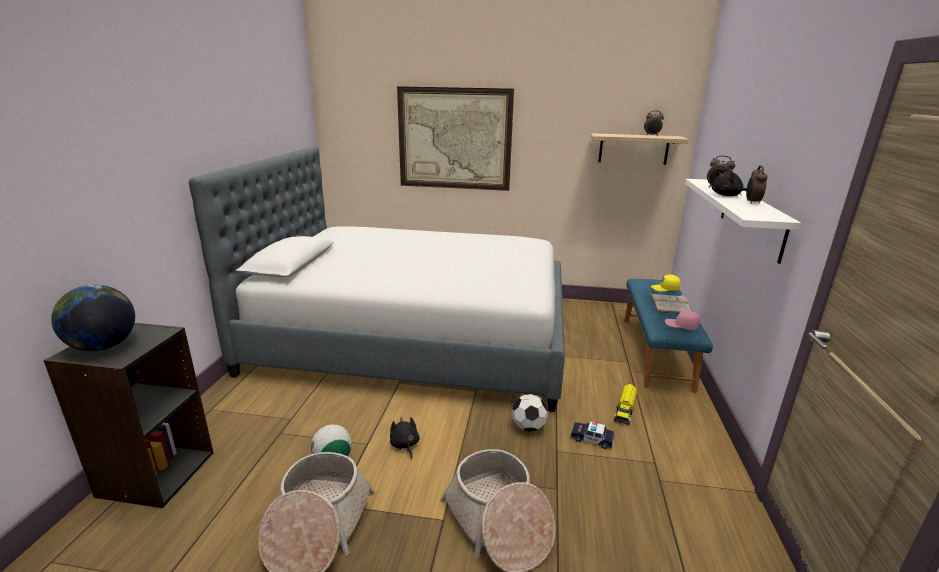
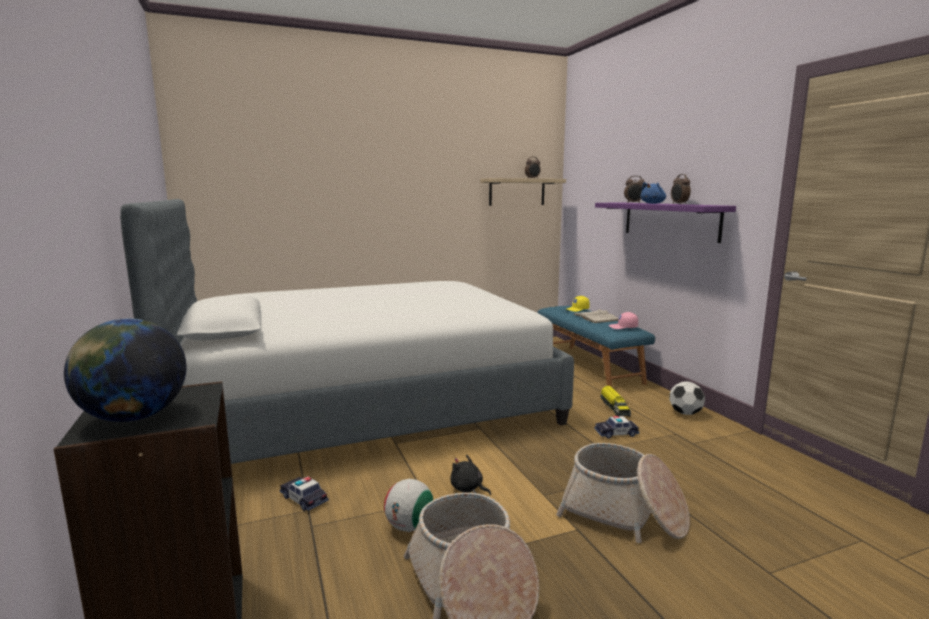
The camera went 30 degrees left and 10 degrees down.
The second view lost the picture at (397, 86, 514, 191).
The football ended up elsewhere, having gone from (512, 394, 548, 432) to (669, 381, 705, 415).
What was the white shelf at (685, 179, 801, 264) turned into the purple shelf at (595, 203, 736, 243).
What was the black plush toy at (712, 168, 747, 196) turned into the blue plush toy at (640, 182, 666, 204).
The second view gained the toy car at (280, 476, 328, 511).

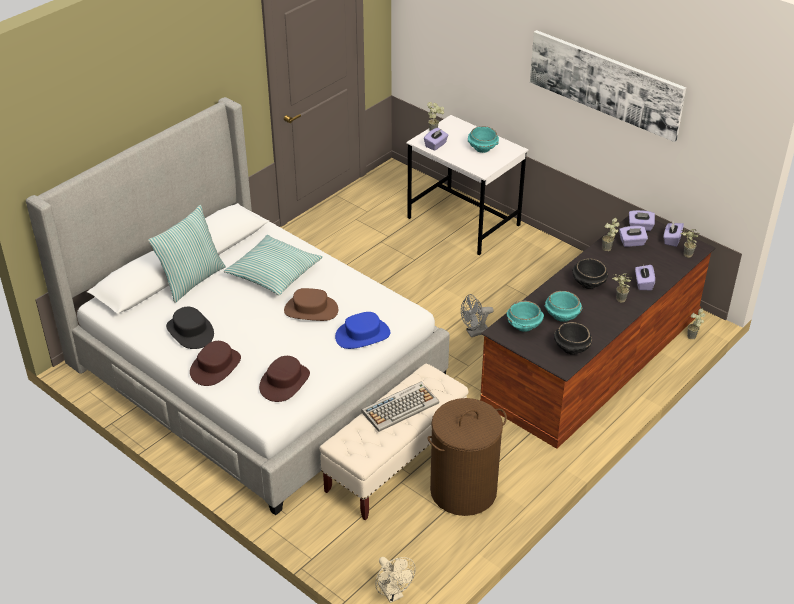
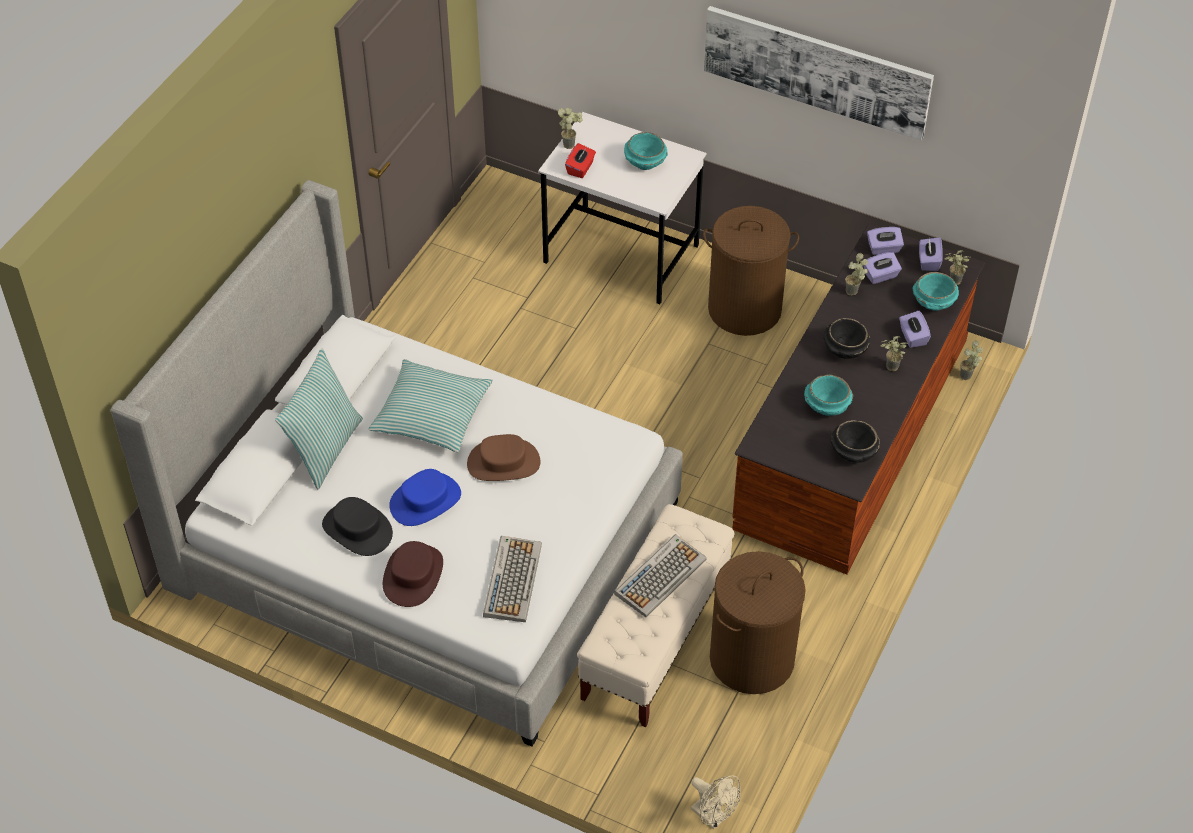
The camera went 15 degrees left and 10 degrees up.
Where the brown hat stood at (259, 356, 310, 402), the keyboard came to stand at (483, 536, 542, 622).
The blue hat ended up elsewhere, having gone from (335, 312, 390, 349) to (389, 469, 461, 526).
What was the purple tissue box at (424, 128, 449, 151) turned into the red tissue box at (565, 143, 596, 178).
The second view lost the grey fan at (461, 294, 494, 337).
The turquoise bowl ended up elsewhere, having gone from (506, 301, 544, 332) to (913, 272, 959, 311).
The second view gained the brown laundry basket at (703, 206, 799, 336).

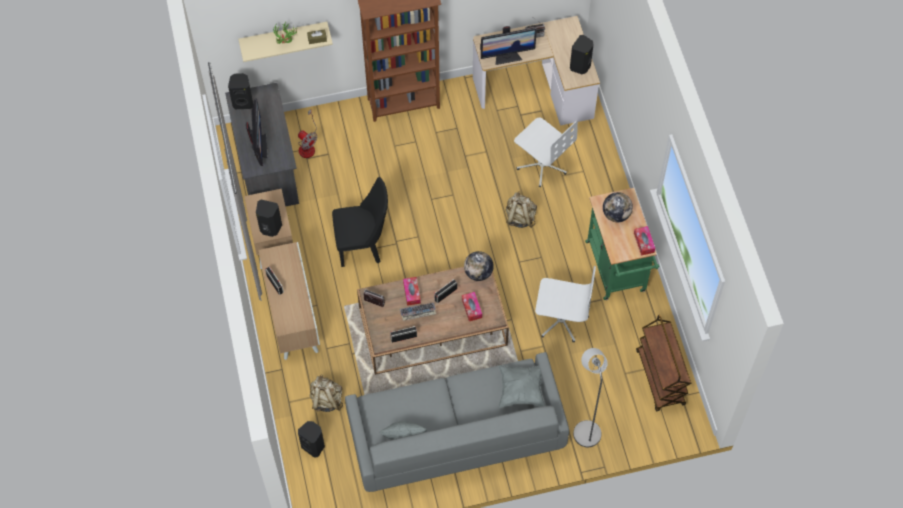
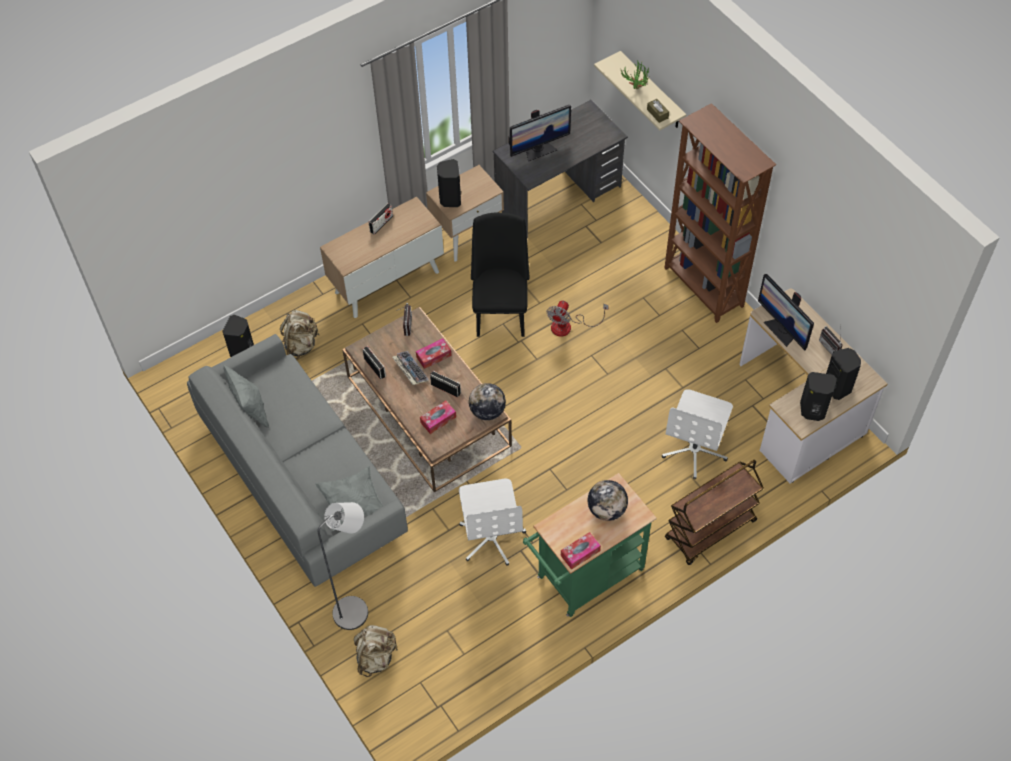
The camera went 70 degrees right and 5 degrees down.
The black speaker ended up elsewhere, having gone from (228, 73, 253, 109) to (826, 348, 861, 400).
The fan ended up elsewhere, having gone from (298, 109, 317, 158) to (547, 301, 609, 336).
The black chair at (332, 177, 388, 267) ended up facing another way, 150 degrees counterclockwise from before.
The beige backpack ended up elsewhere, having gone from (505, 192, 537, 228) to (354, 625, 397, 677).
The brown cart ended up elsewhere, having gone from (636, 315, 691, 411) to (665, 460, 764, 565).

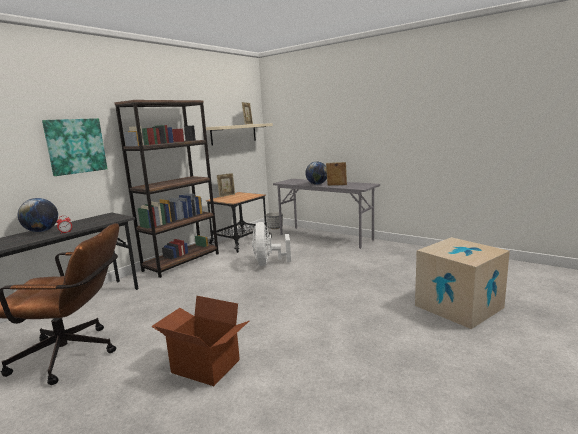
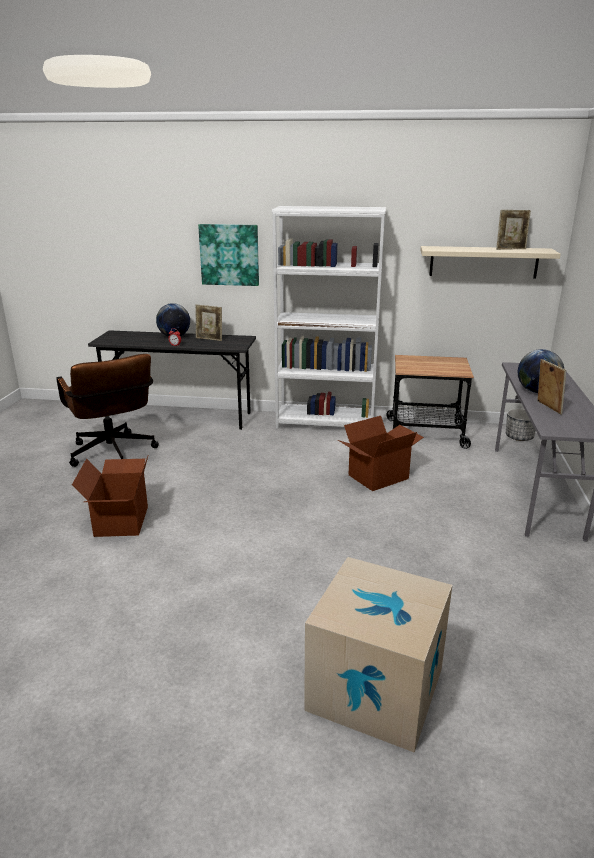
The camera went 60 degrees right and 10 degrees up.
What was the brown bookcase at (114, 100, 219, 278) turned into the white bookcase at (272, 206, 386, 429).
The picture frame ended up elsewhere, having gone from (217, 173, 235, 197) to (196, 304, 222, 341).
Where the white fan stood at (252, 222, 291, 266), the cardboard box came to stand at (338, 416, 424, 491).

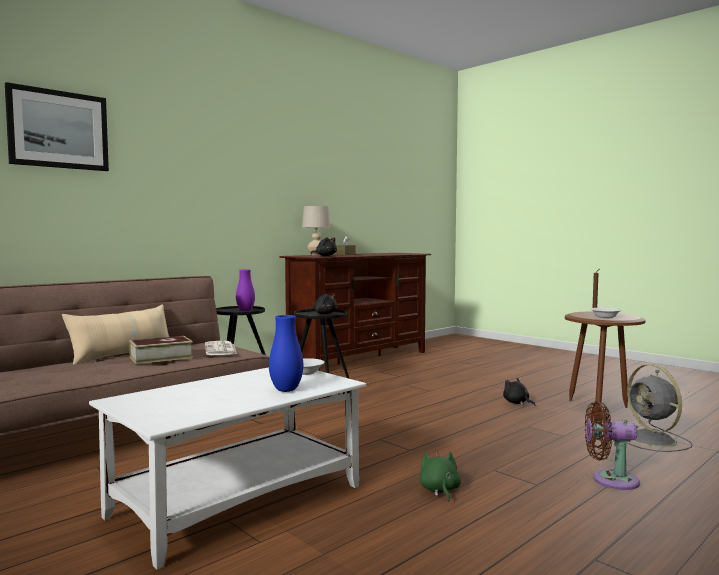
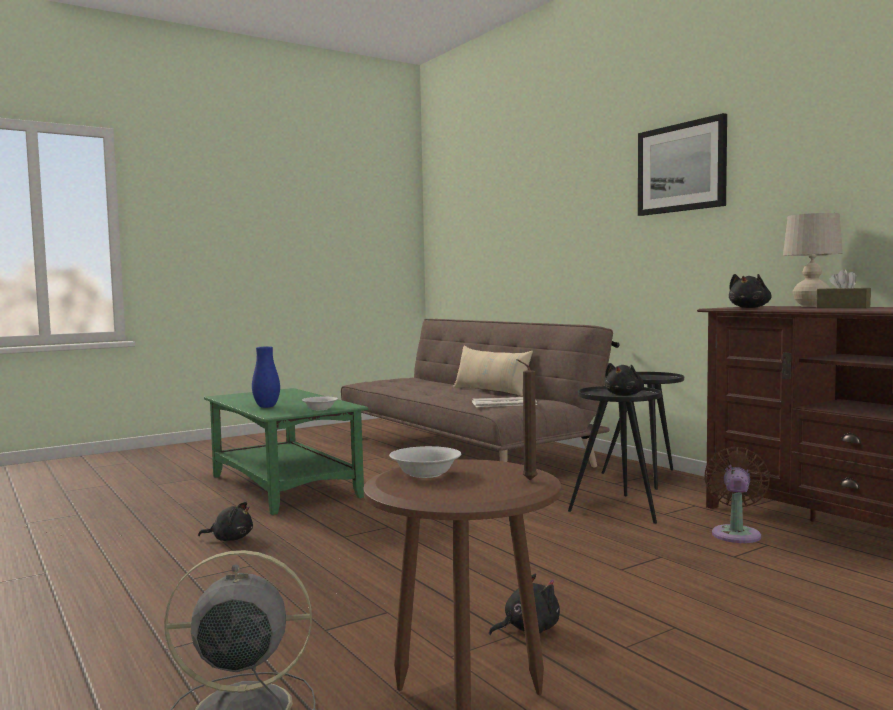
The camera went 100 degrees right and 0 degrees up.
The picture ended up elsewhere, having gone from (5, 82, 109, 171) to (638, 113, 727, 216).
What was the white coffee table at (89, 367, 367, 570) turned into the green coffee table at (204, 388, 368, 515).
The second view lost the book at (129, 336, 193, 364).
The second view lost the purple vase at (236, 269, 255, 311).
What was the green plush toy at (420, 451, 461, 502) turned into the black plush toy at (198, 502, 253, 541).
The brown fan ended up elsewhere, having gone from (585, 401, 640, 490) to (704, 447, 770, 543).

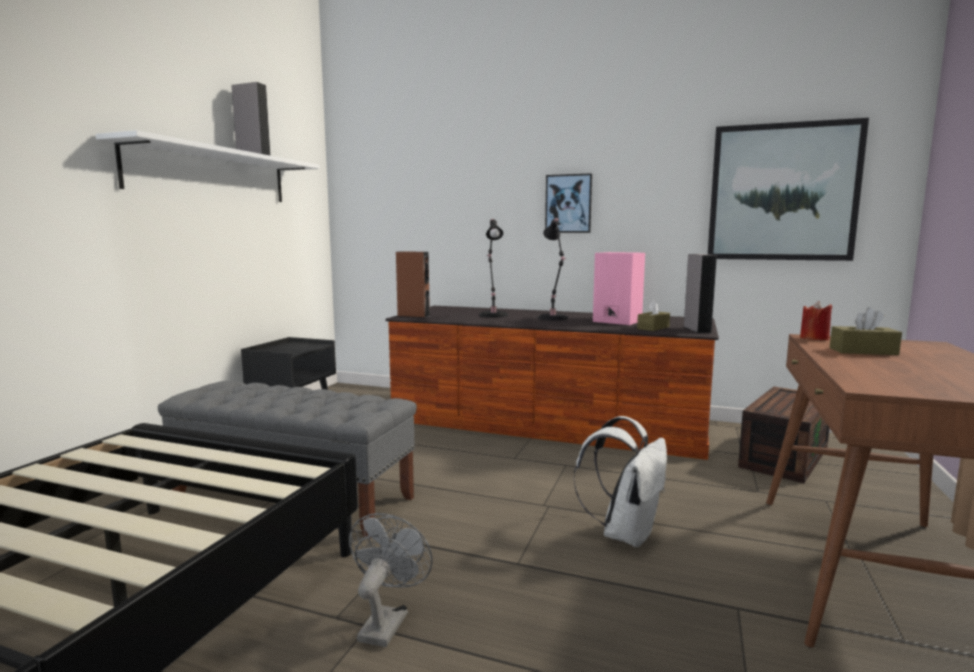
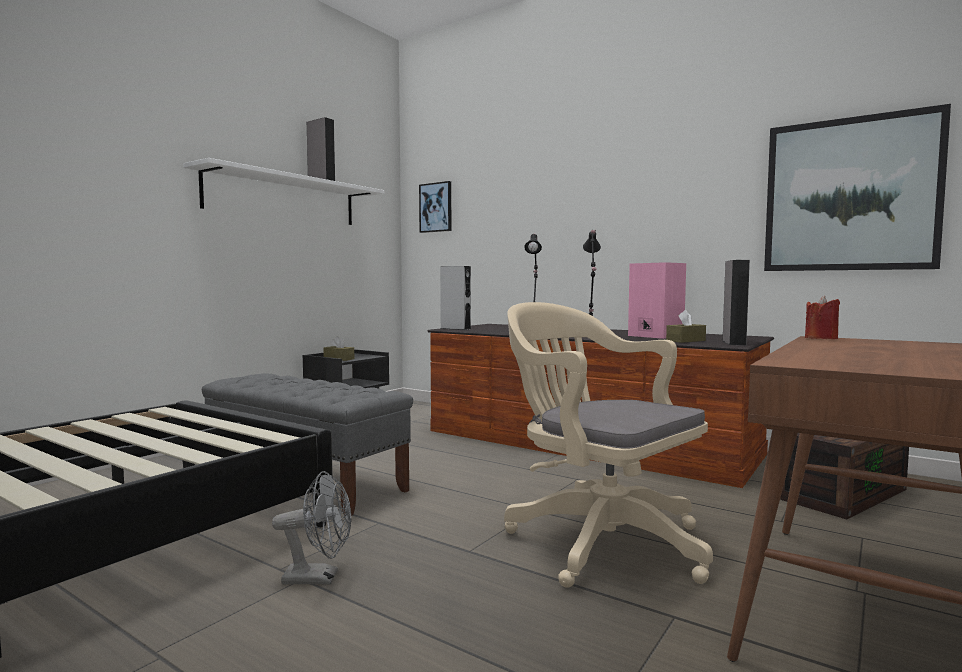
The camera went 15 degrees right and 5 degrees down.
The grey fan at (349, 513, 433, 647) ended up facing another way, 60 degrees clockwise from before.
What was the brown speaker at (396, 251, 430, 318) turned into the grey speaker at (440, 266, 471, 330).
The picture ended up elsewhere, having gone from (545, 173, 592, 233) to (419, 181, 451, 233).
Where the white backpack stood at (573, 416, 667, 547), the beige office chair came to stand at (504, 302, 713, 588).
The brown tissue box ended up elsewhere, having gone from (830, 307, 902, 355) to (323, 336, 354, 361).

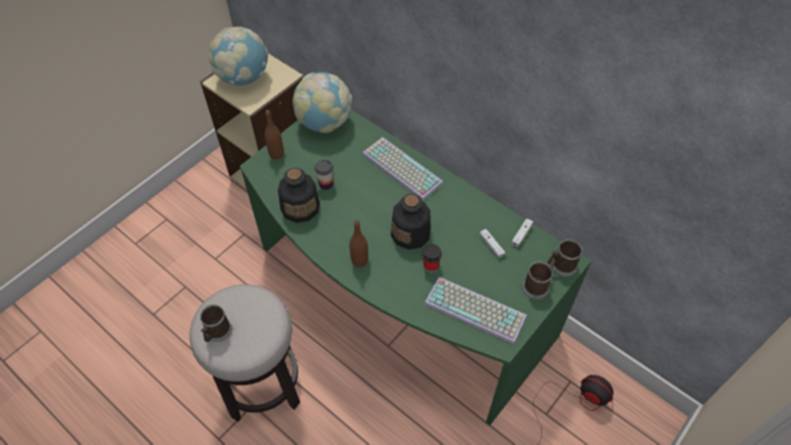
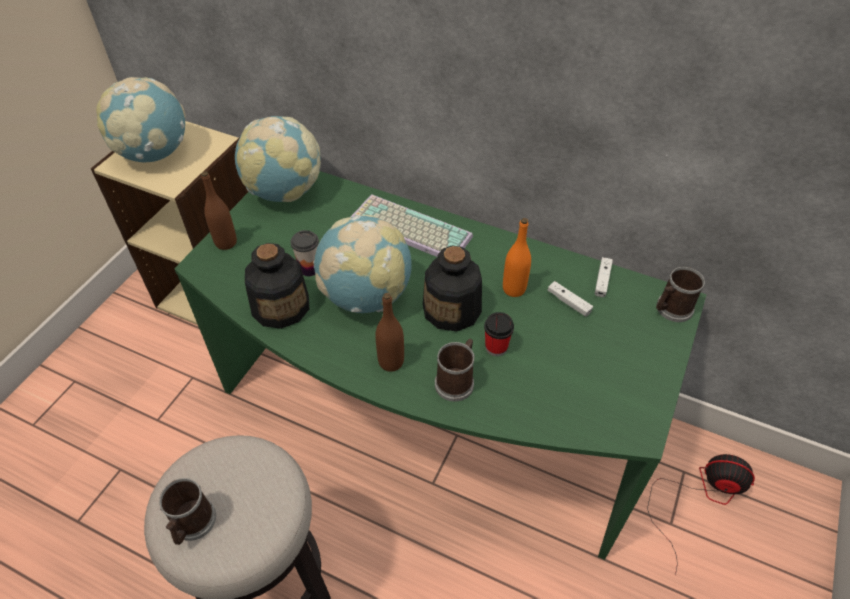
The camera went 15 degrees left and 5 degrees down.
The second view lost the keyboard at (424, 277, 527, 344).
The mug ended up elsewhere, having gone from (523, 261, 554, 299) to (435, 339, 475, 402).
The second view gained the globe at (313, 215, 412, 313).
The second view gained the orange bottle at (503, 218, 531, 297).

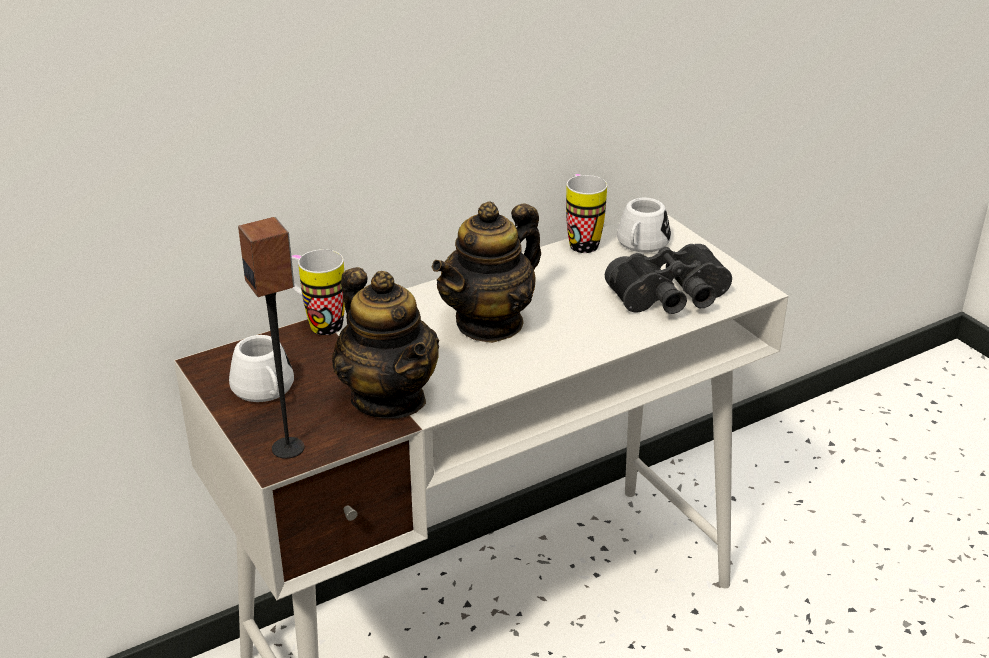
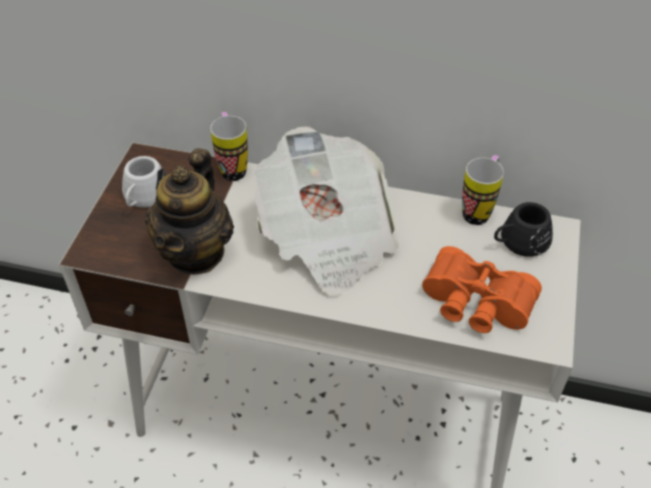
The camera went 45 degrees right and 15 degrees up.
The second view lost the speaker at (238, 217, 305, 459).
Where the teapot stood at (432, 201, 541, 343), the newspaper came to stand at (254, 126, 399, 296).
What was the black binoculars at (605, 244, 732, 314) turned into the orange binoculars at (422, 246, 542, 333).
What was the white mug at (617, 198, 671, 252) turned into the black mug at (494, 202, 553, 257).

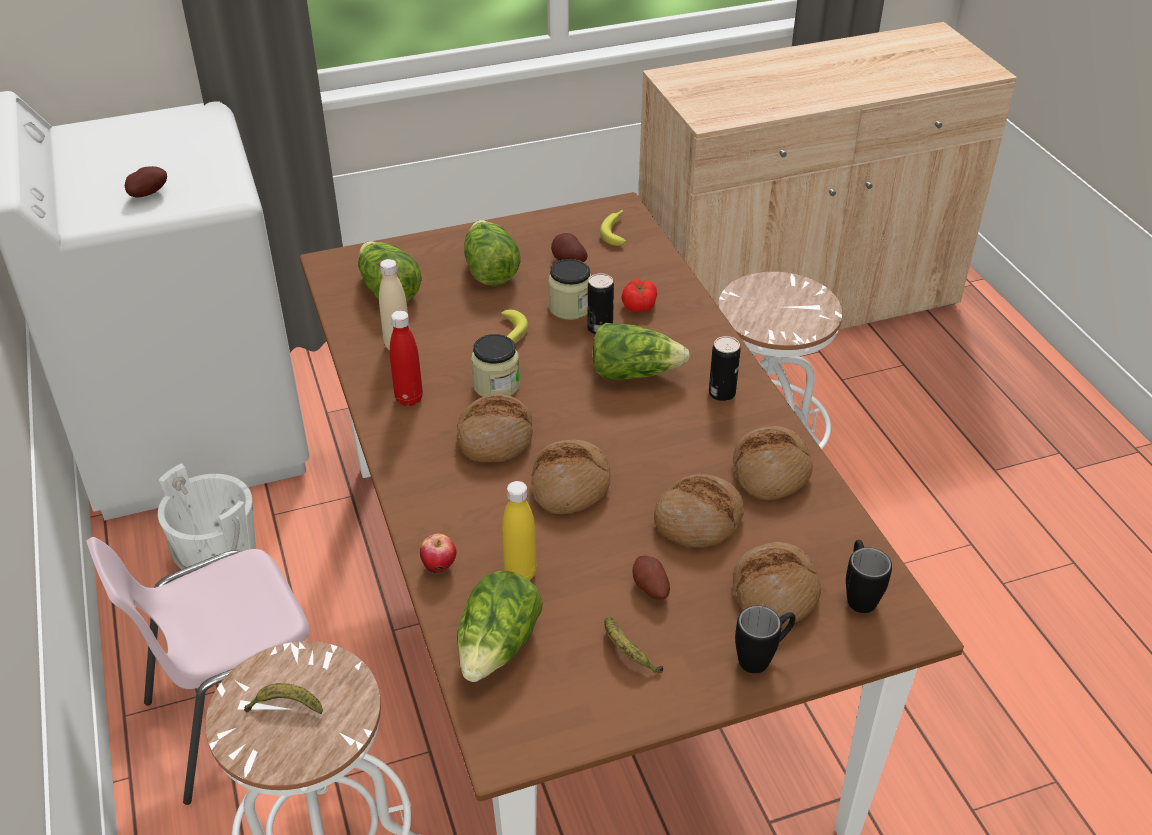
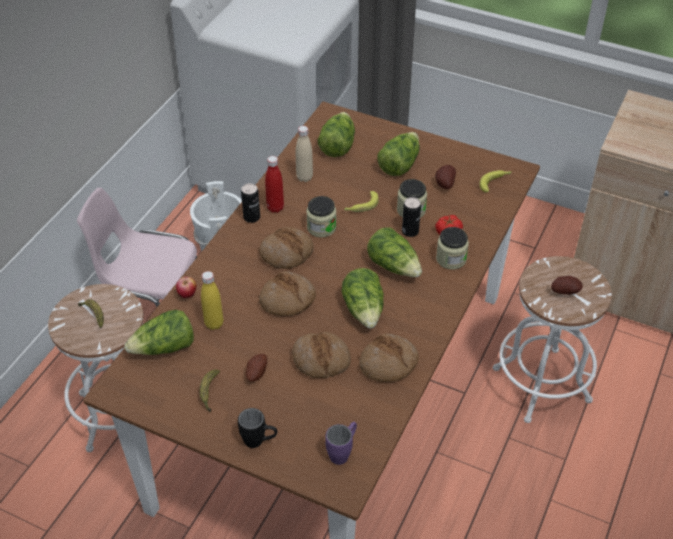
The camera went 45 degrees right and 5 degrees up.
The potato ended up elsewhere, having gone from (125, 166, 167, 198) to (551, 276, 583, 295).
The can ended up elsewhere, having gone from (709, 336, 741, 401) to (241, 183, 260, 223).
The second view lost the bread at (733, 542, 821, 628).
What was the black mug at (846, 540, 892, 613) turned into the purple mug at (325, 422, 357, 465).
The second view gained the lettuce at (341, 268, 384, 328).
The second view gained the jar at (436, 227, 469, 269).

